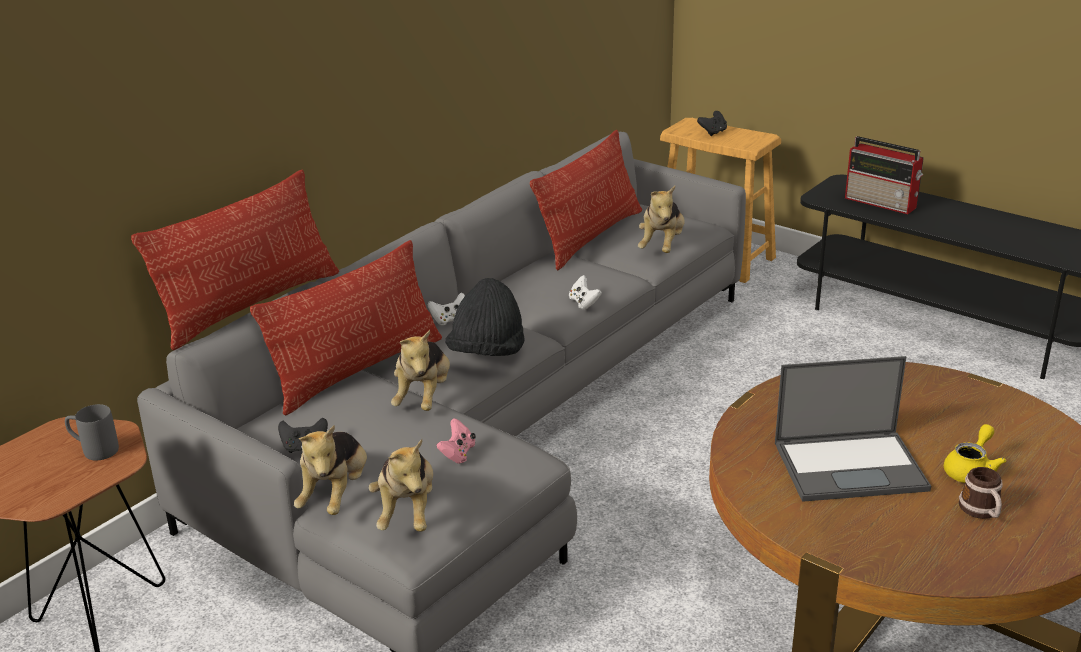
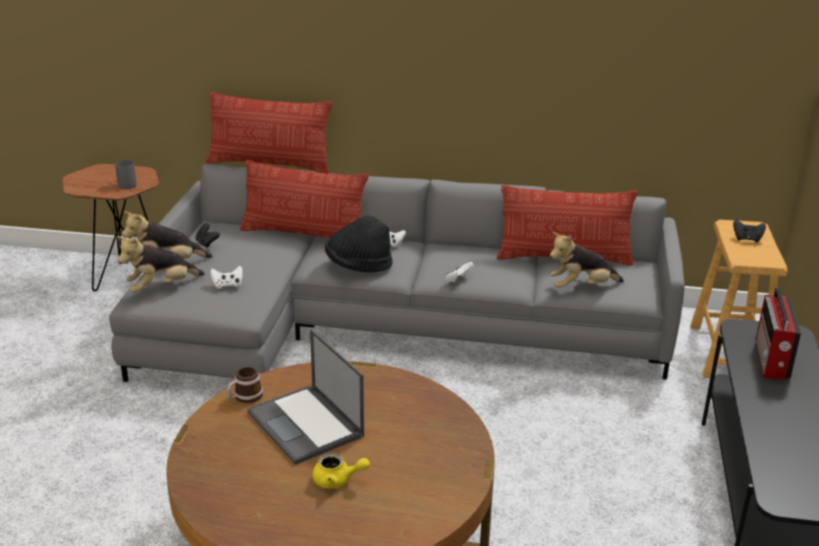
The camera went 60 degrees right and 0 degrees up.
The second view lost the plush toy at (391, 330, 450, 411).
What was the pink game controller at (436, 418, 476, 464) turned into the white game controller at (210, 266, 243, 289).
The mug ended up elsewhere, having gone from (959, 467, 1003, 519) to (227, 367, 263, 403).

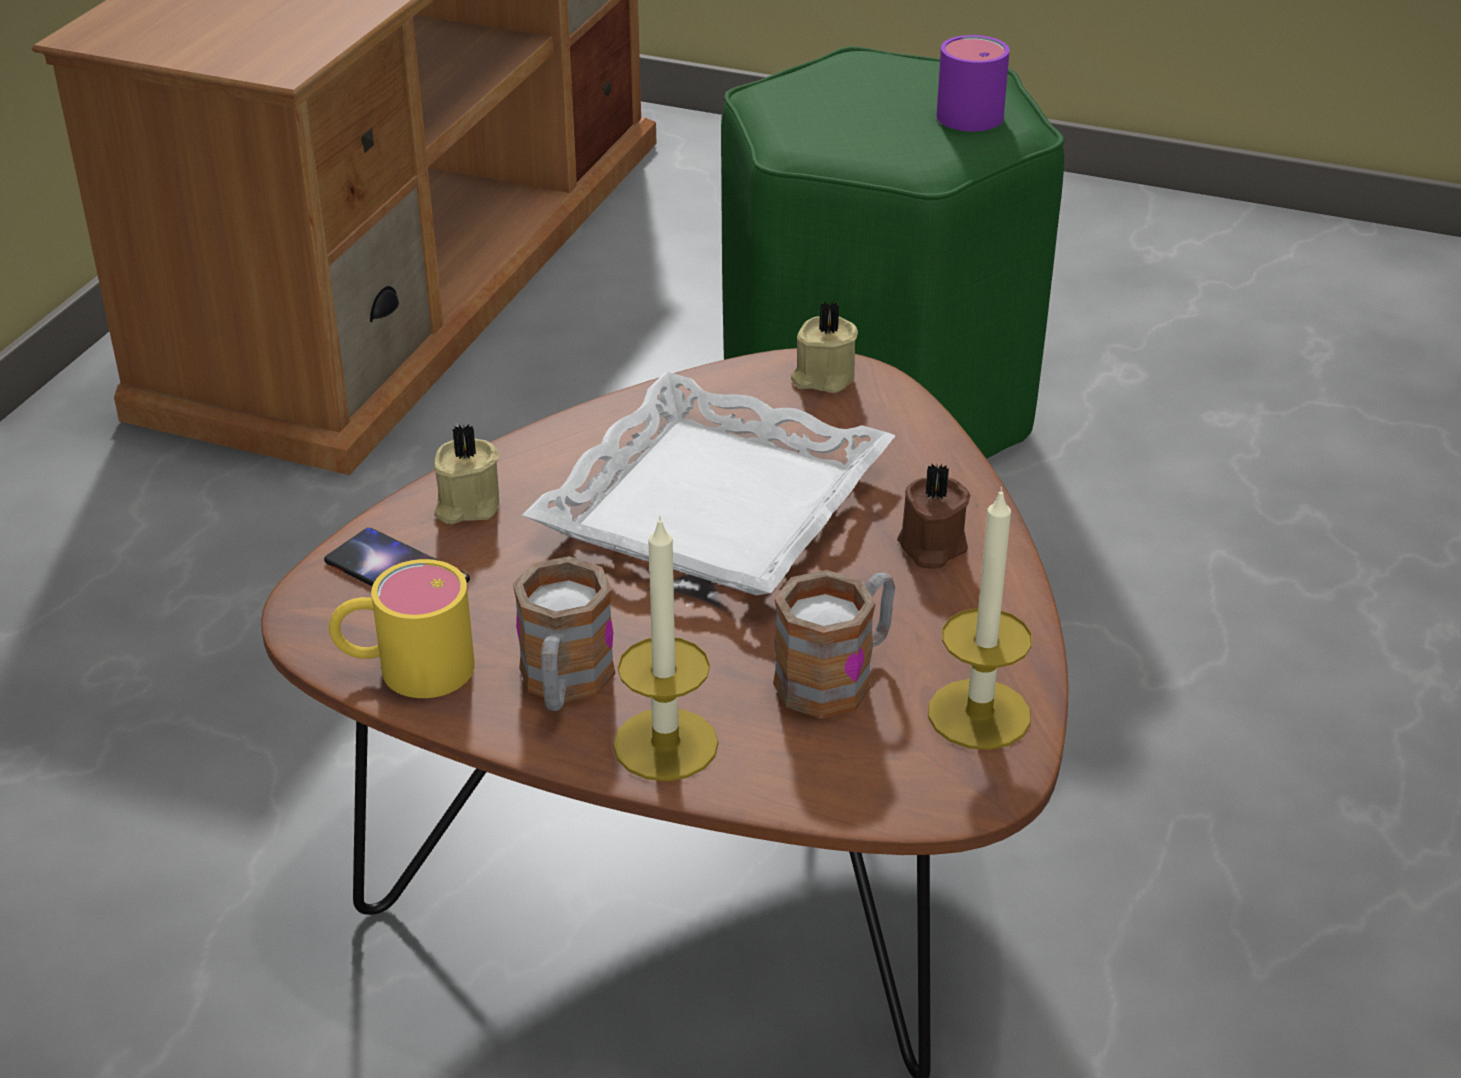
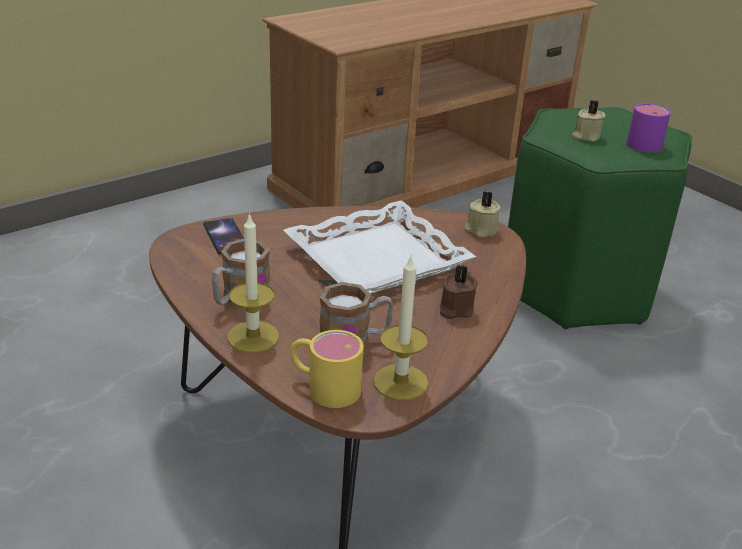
The camera went 30 degrees right and 5 degrees down.
The yellow mug ended up elsewhere, having gone from (329, 559, 475, 698) to (290, 330, 363, 408).
The beige candle ended up elsewhere, having gone from (434, 424, 499, 525) to (572, 100, 605, 142).

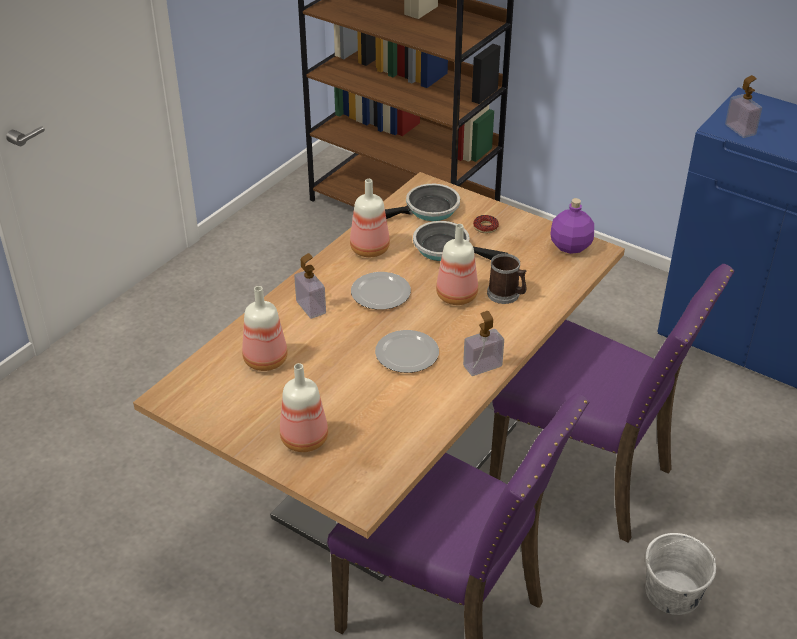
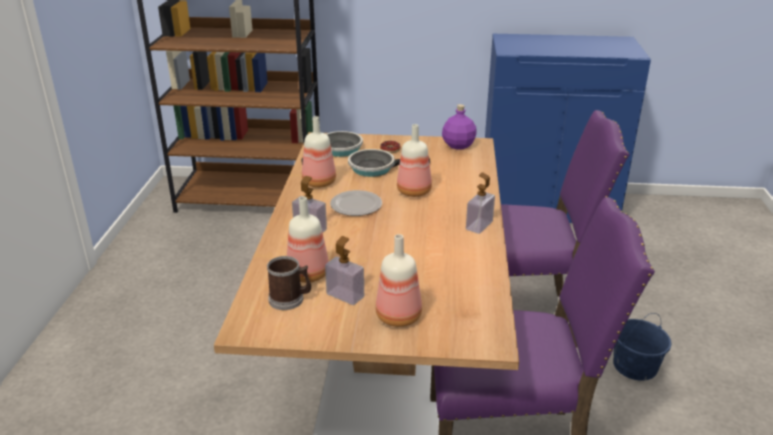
The camera went 30 degrees left and 10 degrees down.
The second view lost the plate at (375, 330, 439, 373).
The mug ended up elsewhere, having gone from (487, 254, 526, 304) to (267, 256, 311, 310).
What was the white bucket at (645, 533, 716, 615) turned into the blue bucket at (613, 313, 671, 381).
The soap dispenser ended up elsewhere, having gone from (725, 75, 762, 138) to (325, 236, 364, 305).

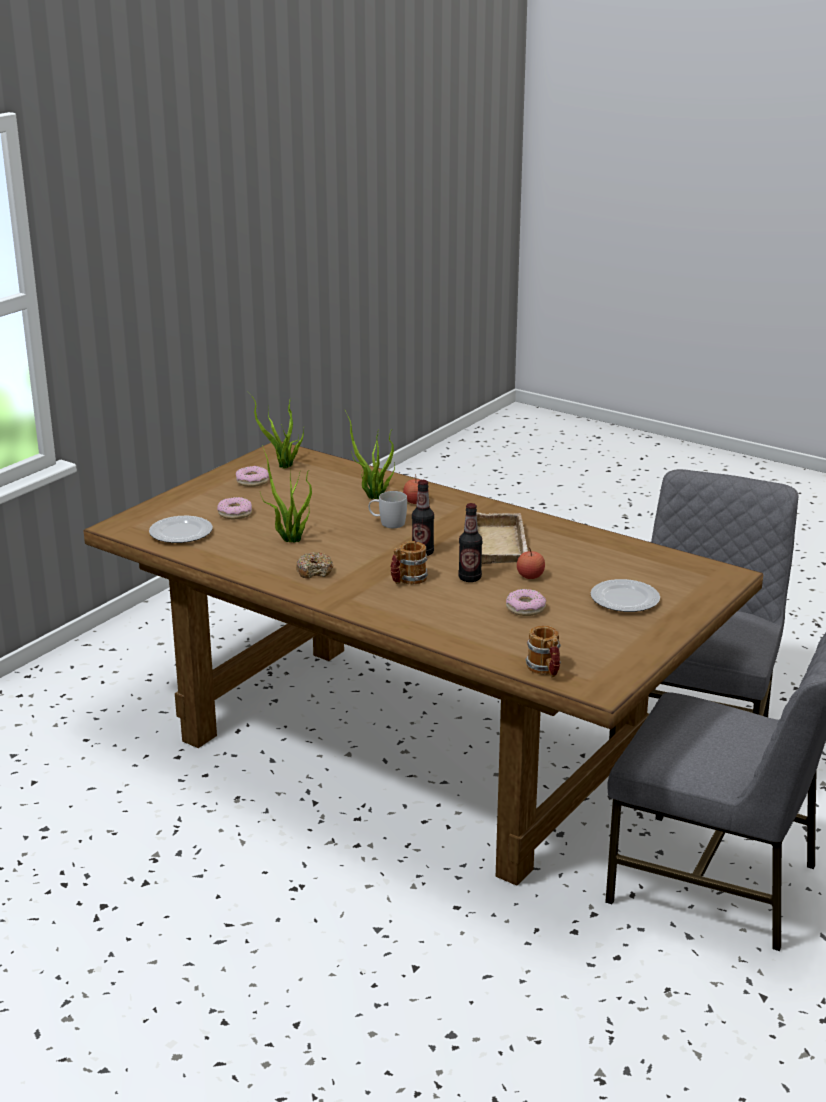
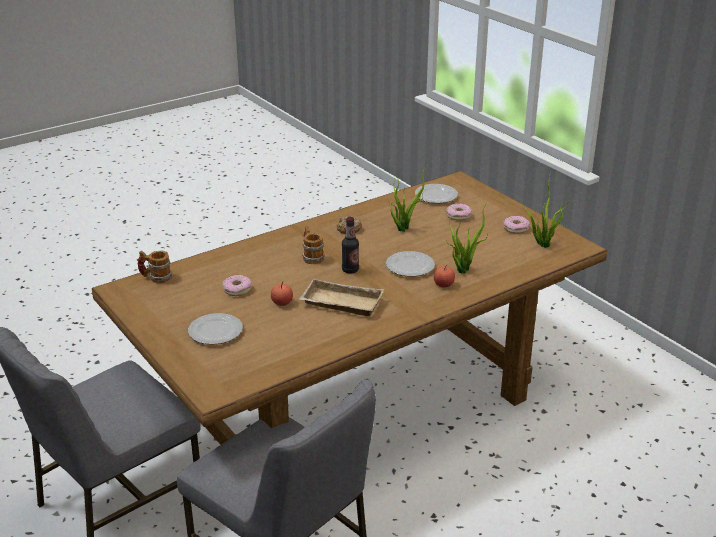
The camera went 110 degrees right and 5 degrees up.
Where the white mug stood at (368, 491, 407, 528), the plate came to stand at (386, 251, 435, 277).
The second view lost the bottle at (458, 503, 482, 582).

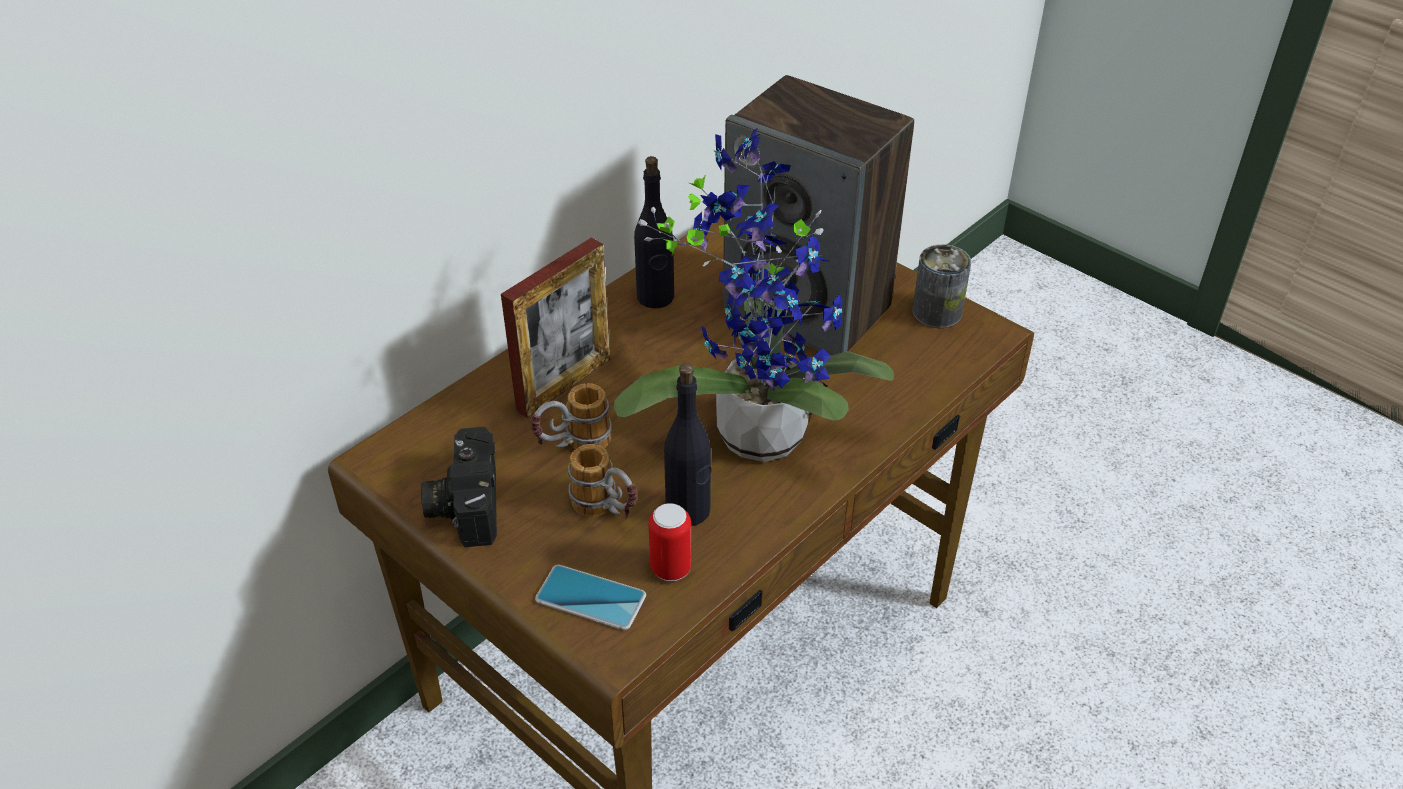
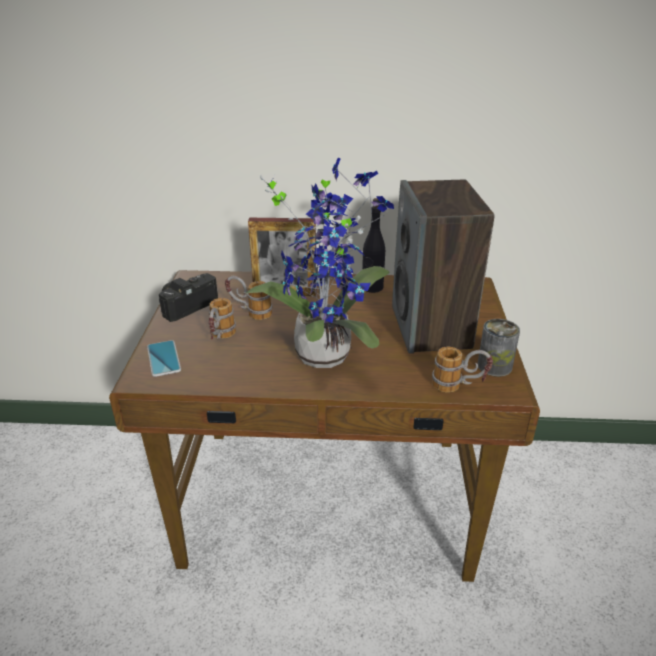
The camera went 50 degrees right and 10 degrees down.
The second view lost the can at (648, 503, 692, 581).
The second view lost the black bottle at (664, 363, 712, 526).
The second view gained the mug at (432, 347, 493, 393).

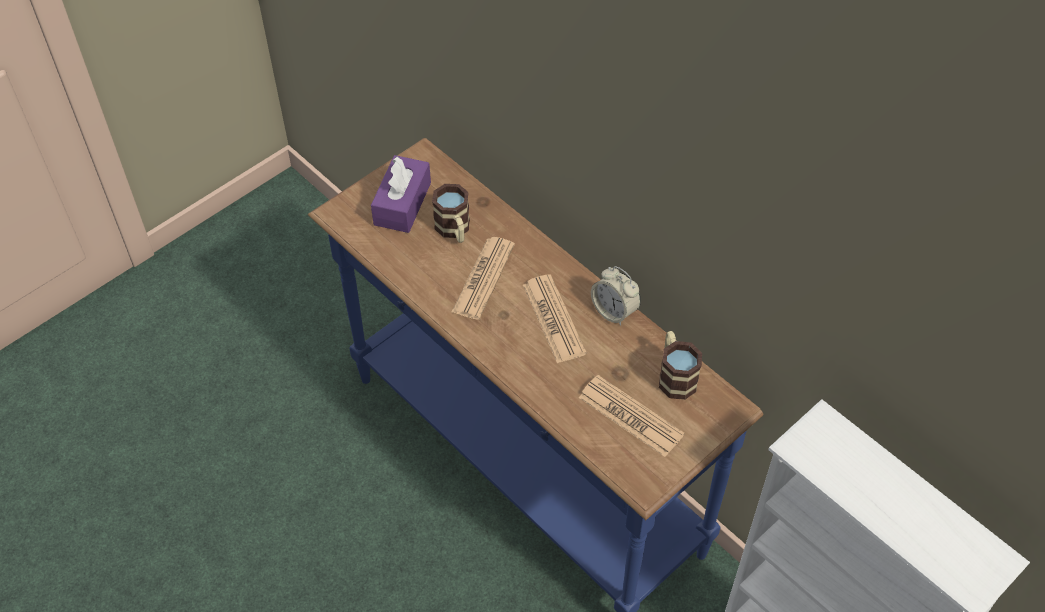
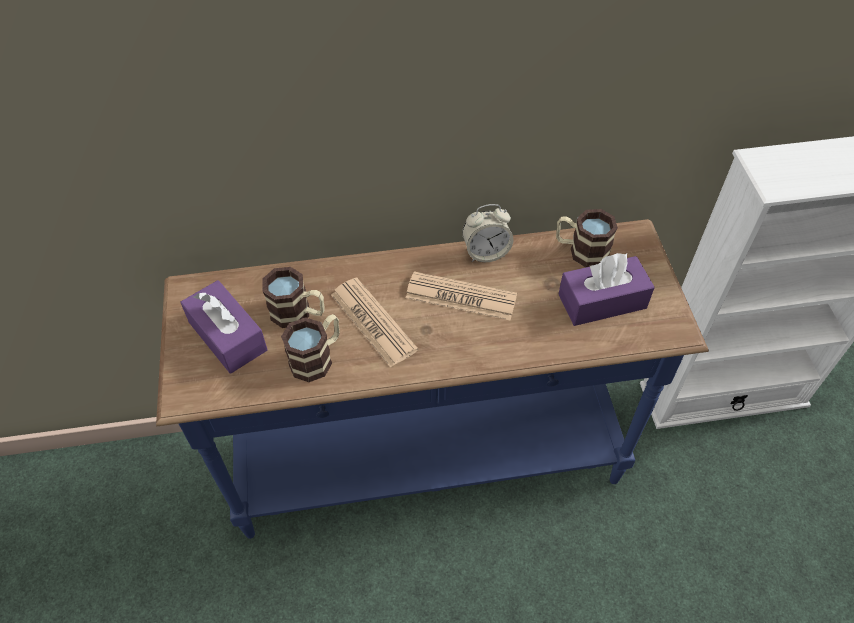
The camera went 55 degrees left and 0 degrees up.
Where the newspaper stood at (579, 375, 685, 457), the purple tissue box came to stand at (559, 253, 655, 326).
The second view gained the mug at (281, 314, 340, 382).

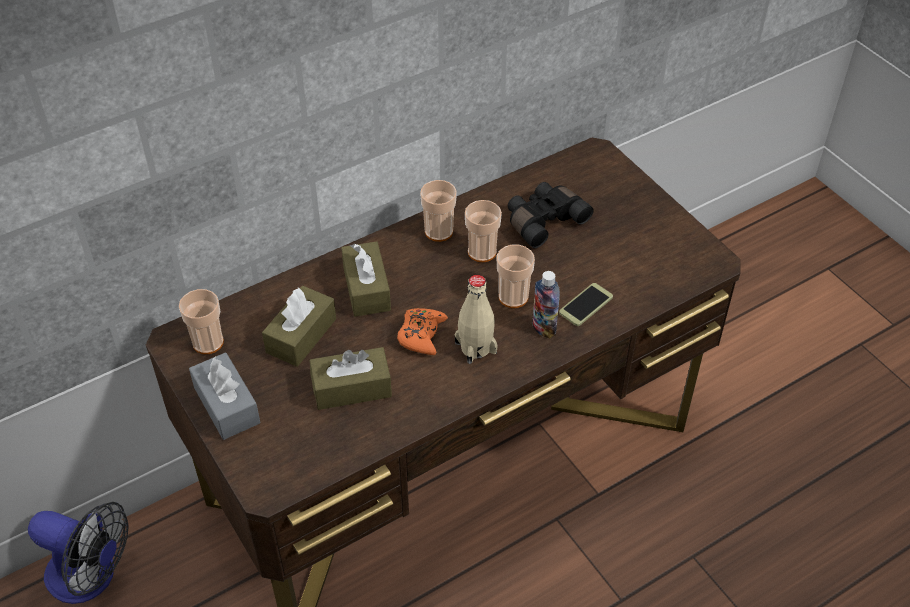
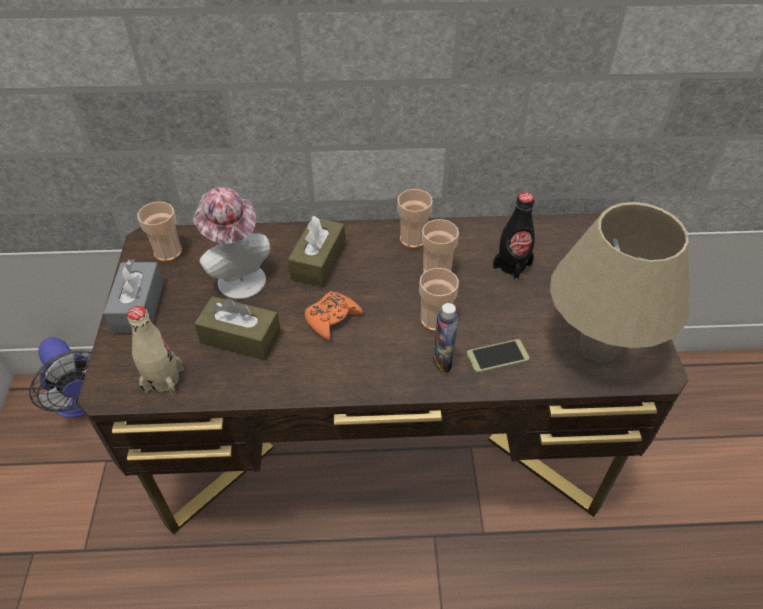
The camera went 30 degrees right and 0 degrees up.
Where the brown tissue box stood at (262, 286, 336, 367), the hat came to stand at (193, 187, 270, 299).
The beige bottle ended up elsewhere, having gone from (455, 275, 498, 364) to (127, 306, 184, 394).
Where the black binoculars stood at (508, 182, 594, 248), the black bottle came to stand at (493, 192, 535, 280).
The second view gained the beige table lamp at (550, 202, 689, 363).

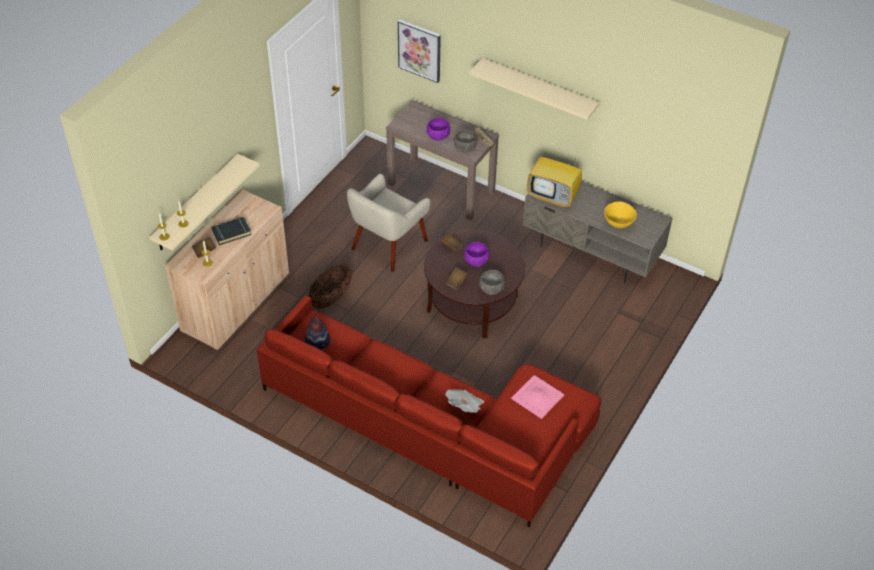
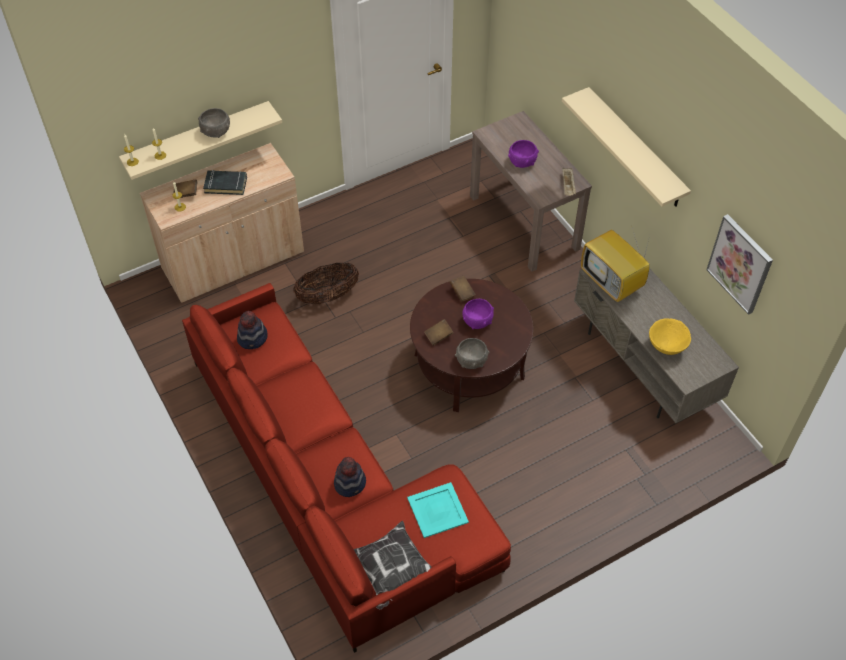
The camera went 30 degrees right and 5 degrees up.
The second view lost the beige armchair at (347, 174, 431, 272).
The picture ended up elsewhere, having gone from (398, 19, 441, 83) to (706, 214, 773, 315).
Where the newspaper stood at (445, 389, 484, 413), the hat came to stand at (334, 457, 366, 497).
The grey bowl ended up elsewhere, having gone from (453, 130, 479, 152) to (198, 108, 230, 138).
What was the pink tray at (511, 375, 564, 419) turned into the turquoise tray at (407, 482, 469, 538).
The second view gained the pillow at (354, 521, 431, 609).

